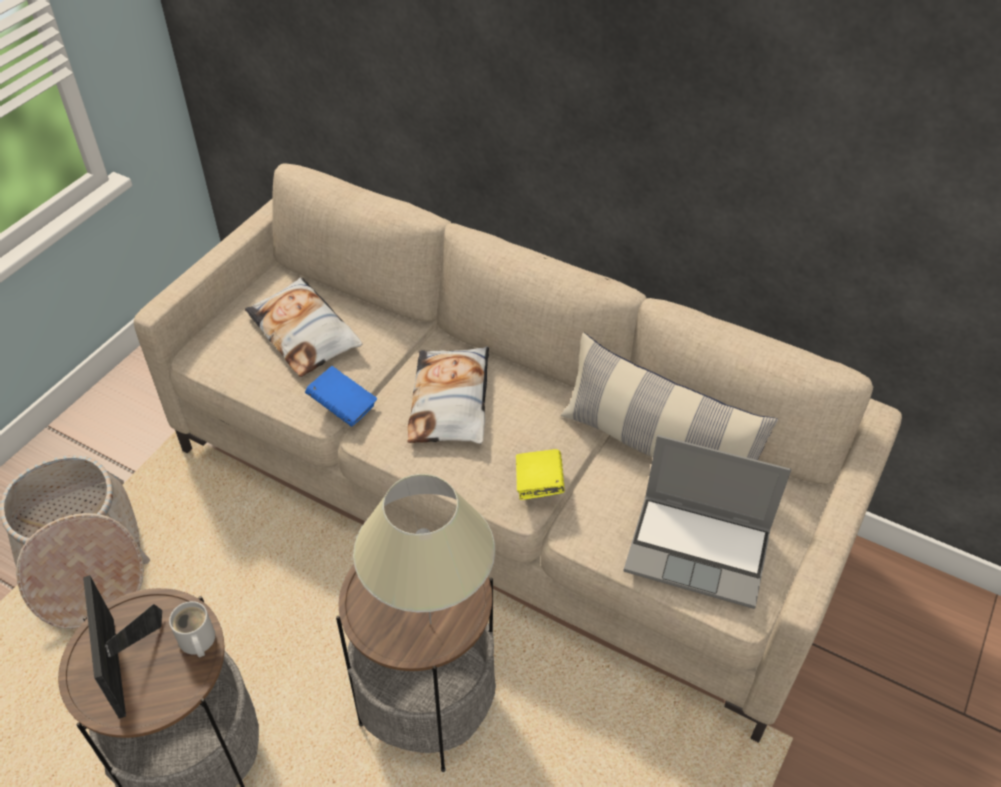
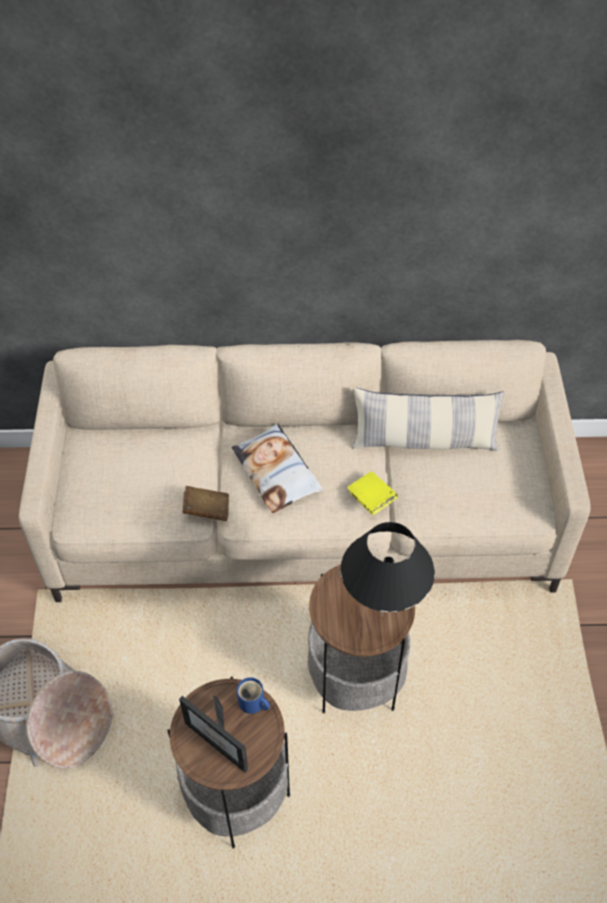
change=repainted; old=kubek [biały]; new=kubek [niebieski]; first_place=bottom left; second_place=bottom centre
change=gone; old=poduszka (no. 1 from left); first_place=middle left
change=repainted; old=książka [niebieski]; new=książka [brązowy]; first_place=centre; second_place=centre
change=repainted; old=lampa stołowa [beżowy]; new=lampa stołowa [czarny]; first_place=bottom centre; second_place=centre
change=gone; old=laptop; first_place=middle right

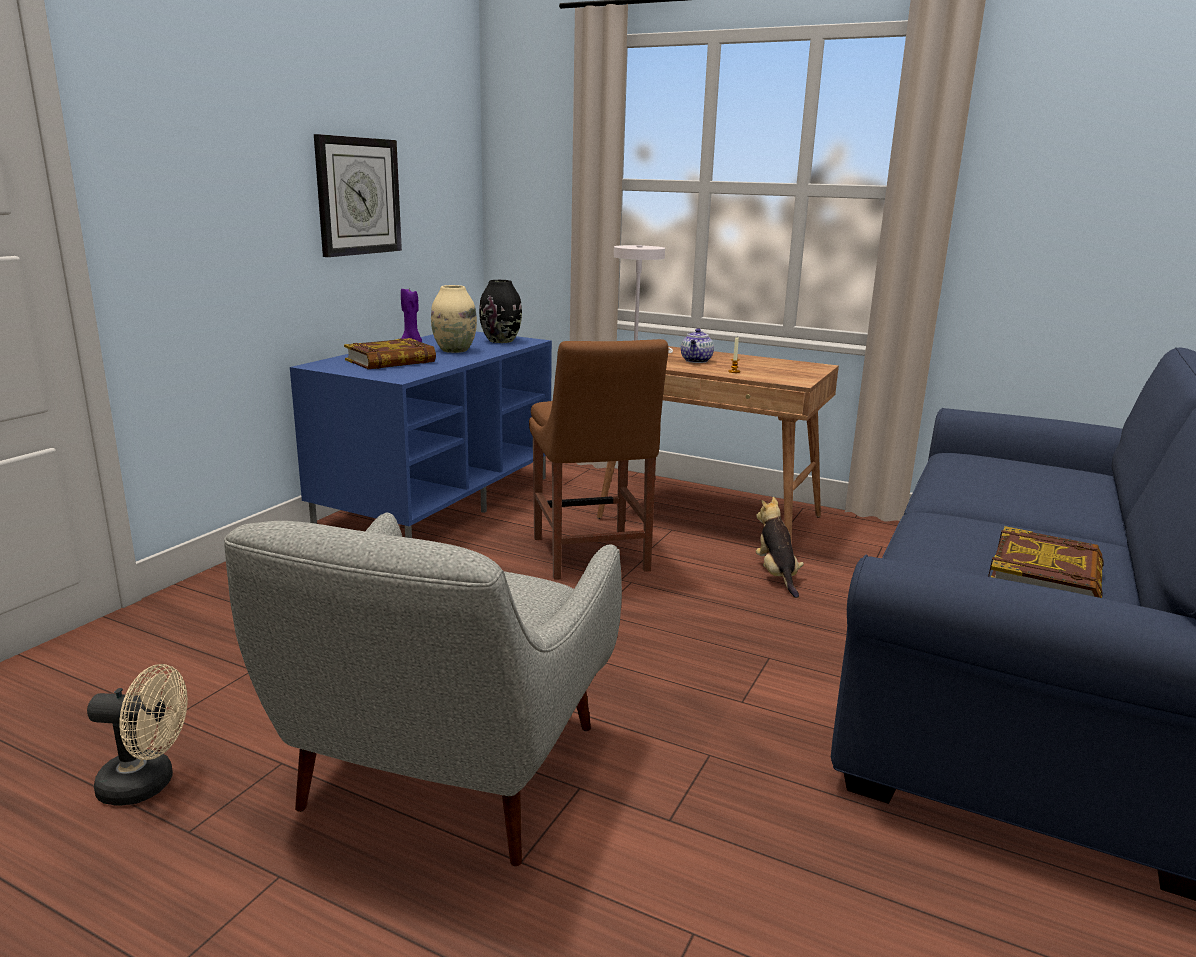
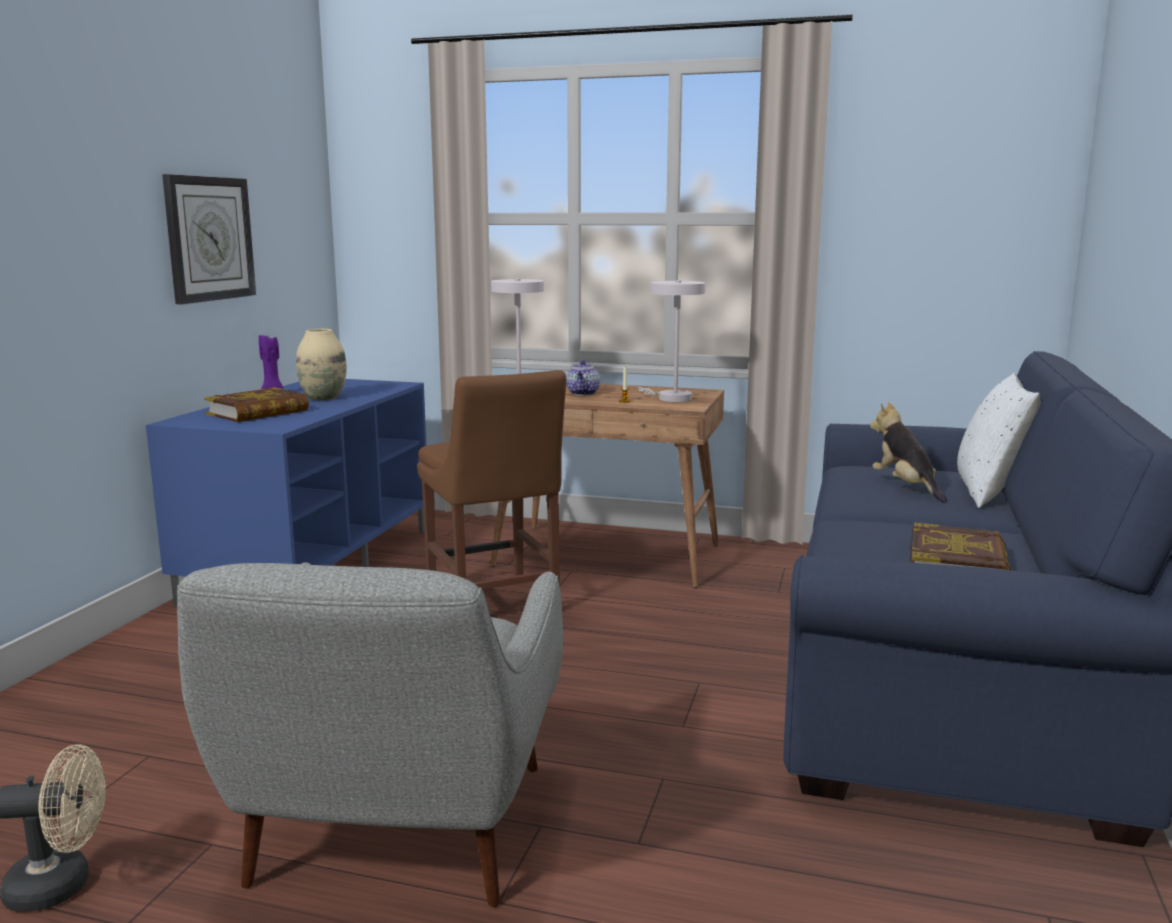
change=gone; old=wazon [czarny]; first_place=top centre
change=shifted; old=pluszak; first_place=centre; second_place=middle right
change=new; new=lampa stołowa [biały] (no. 2 from left); second_place=centre
change=new; new=poduszka [biały]; second_place=middle right

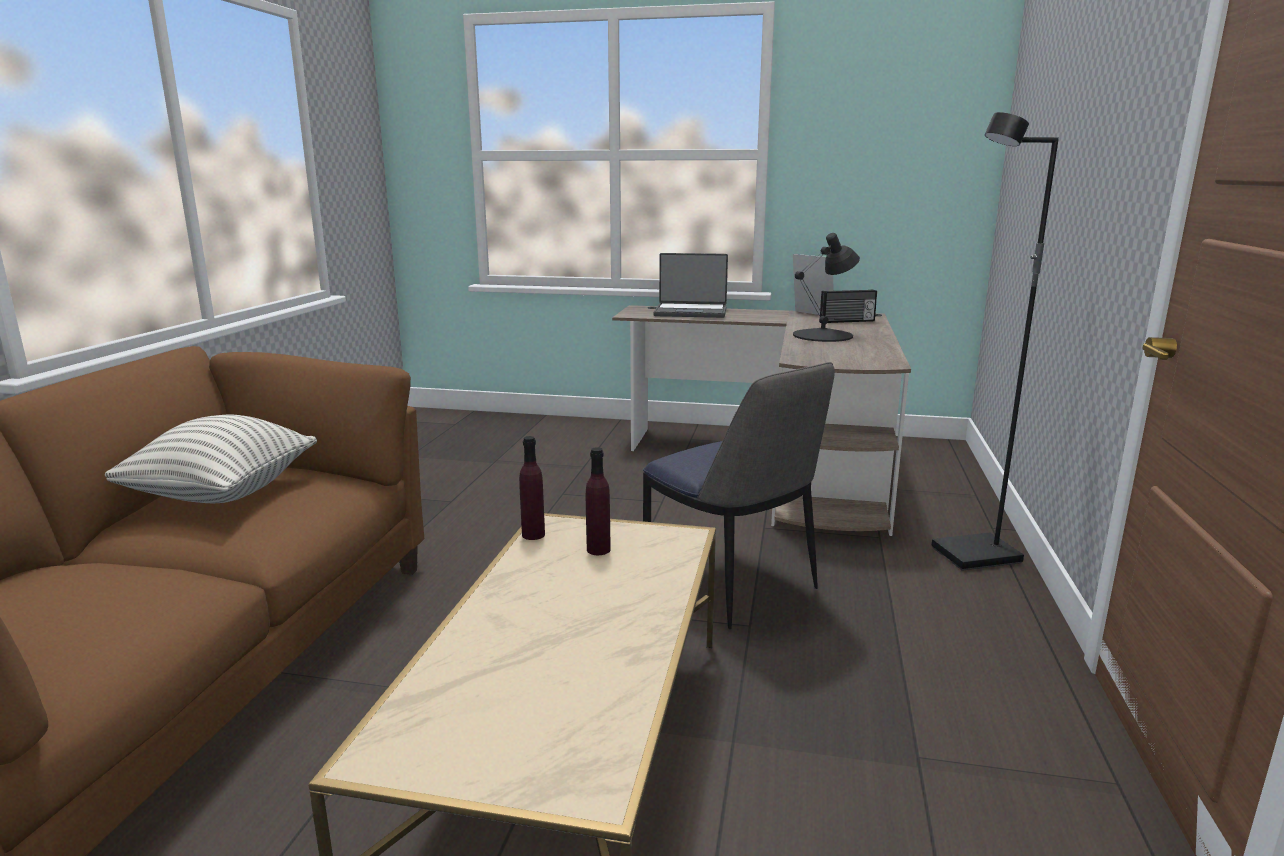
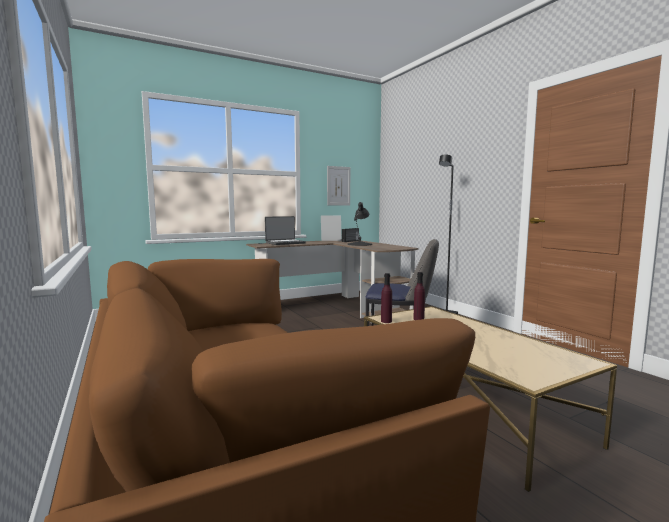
change=gone; old=poduszka; first_place=middle left
change=new; new=obraz; second_place=centre

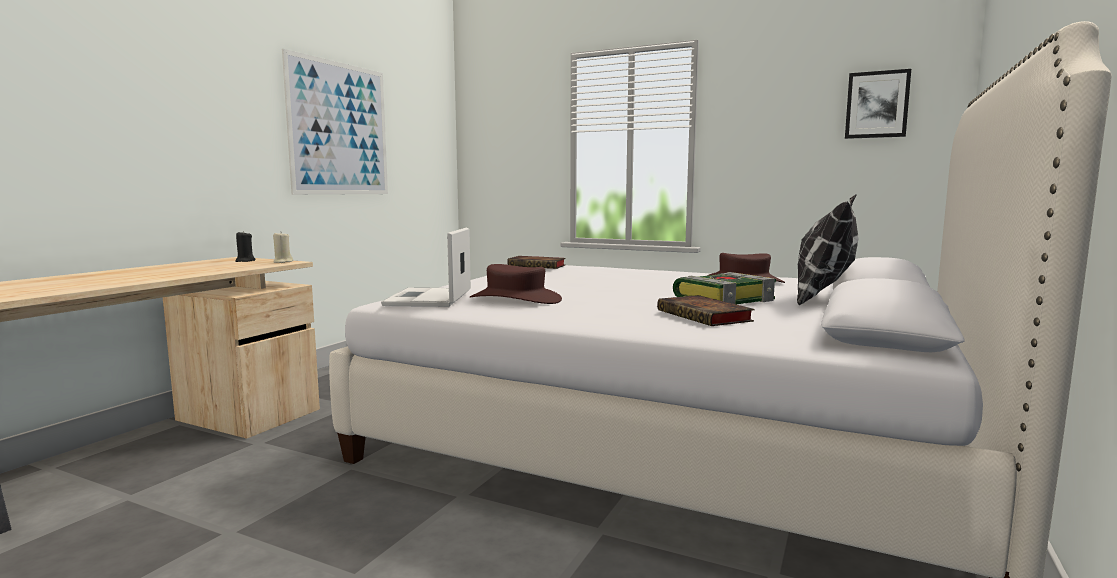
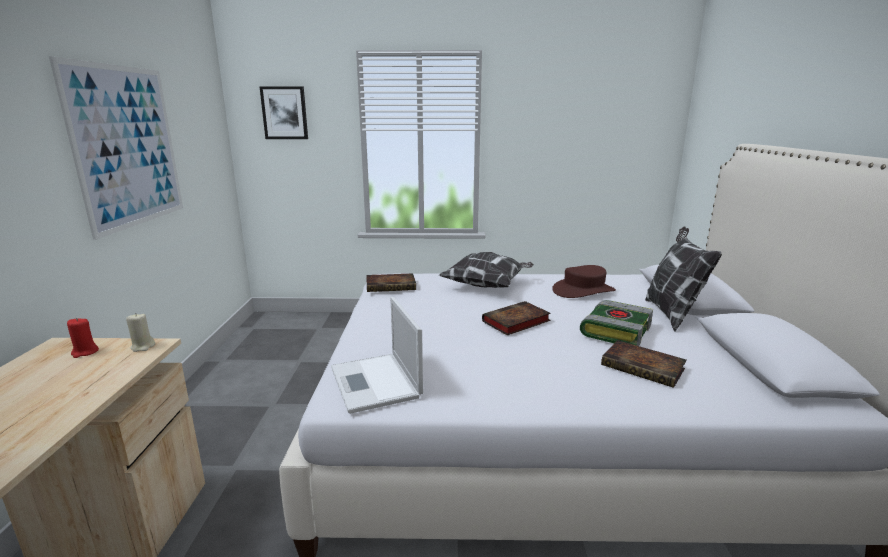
change=repainted; old=świeca [czarny]; new=świeca [czerwony]; first_place=middle left; second_place=middle left
change=gone; old=kapelusz [brązowy] (no. 1 from left); first_place=centre
change=shifted; old=obraz (no. 2 from left); first_place=top right; second_place=top left
change=new; new=poduszka (no. 1 from left); second_place=centre
change=new; new=książka (no. 2 from left); second_place=centre

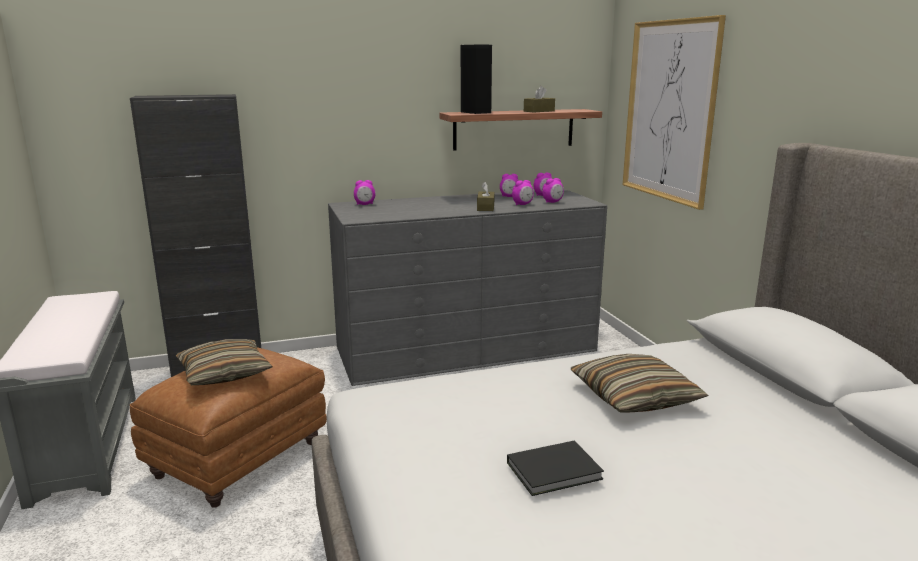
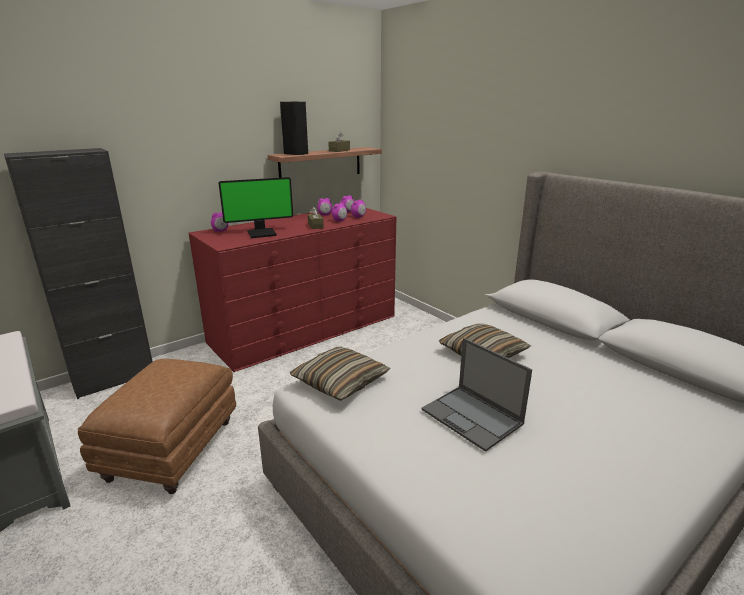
change=shifted; old=poduszka (no. 1 from left); first_place=middle left; second_place=centre
change=repainted; old=komoda [szary]; new=komoda [czerwony]; first_place=centre; second_place=centre
change=swapped; old=książka [czarny]; new=laptop; first_place=bottom centre; second_place=centre
change=gone; old=obraz; first_place=top right
change=new; new=monitor; second_place=centre

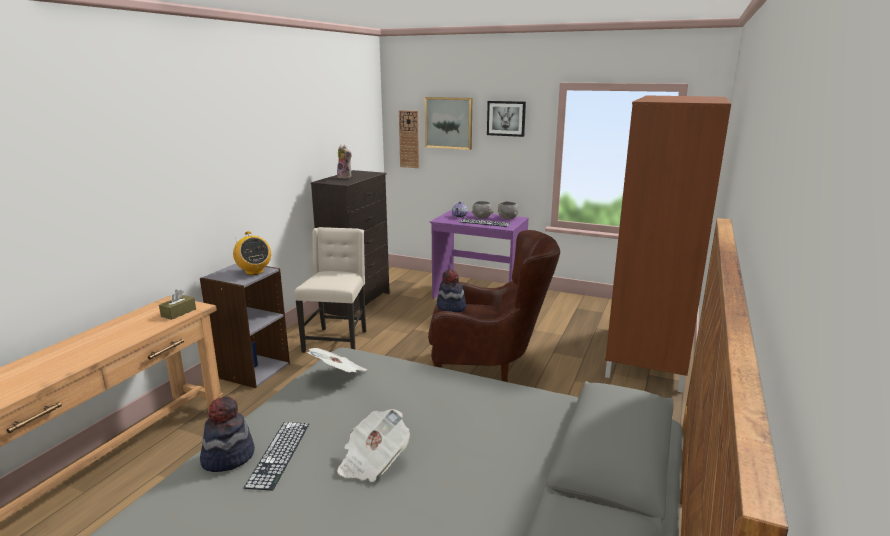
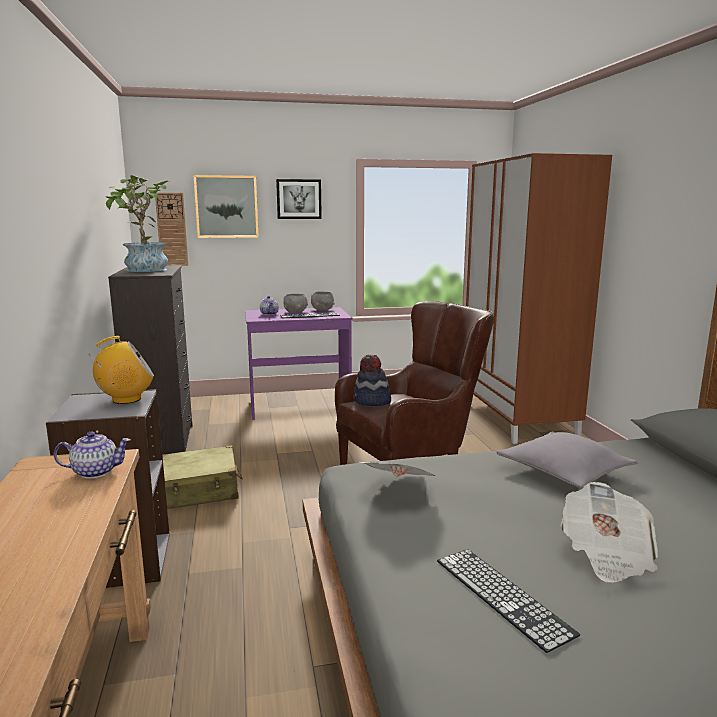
change=swapped; old=pudełko chusteczek [brązowy]; new=imbryk (no. 1 from left); first_place=middle left; second_place=middle left
change=gone; old=kapelusz (no. 1 from left); first_place=bottom left
change=rotated; old=radio; first_place=middle left; second_place=middle left; degrees=-45
change=swapped; old=krzesło [beżowy]; new=walizka [beżowy]; first_place=centre; second_place=middle left
change=swapped; old=pluszak; new=roślina doniczkowa; first_place=top centre; second_place=top left
change=new; new=poduszka [szary]; second_place=middle right

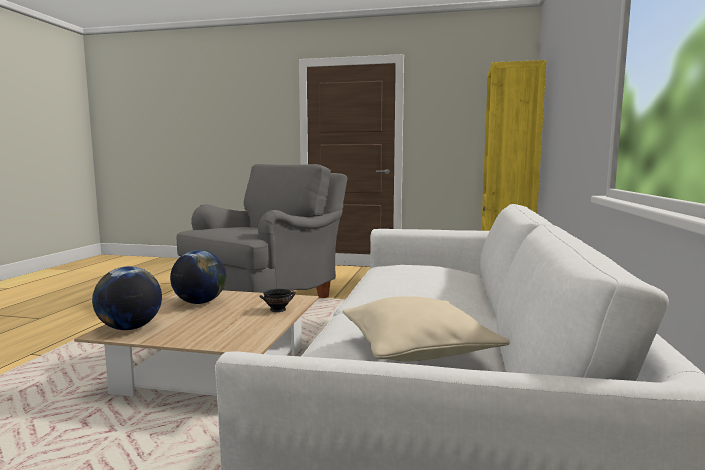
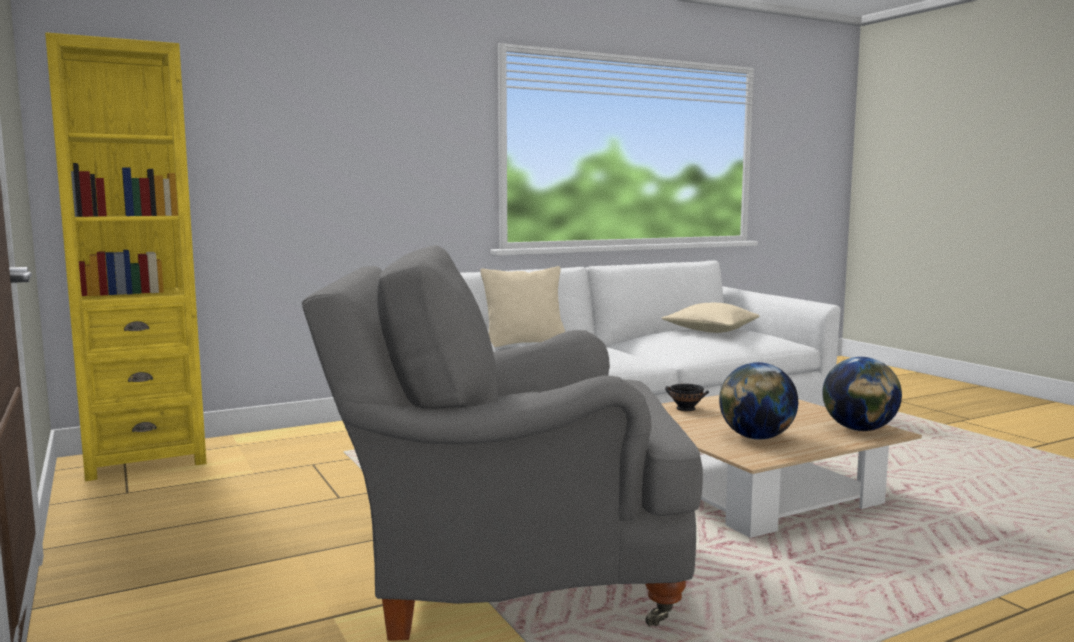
change=new; new=poduszka [beżowy] (no. 1 from left); second_place=centre

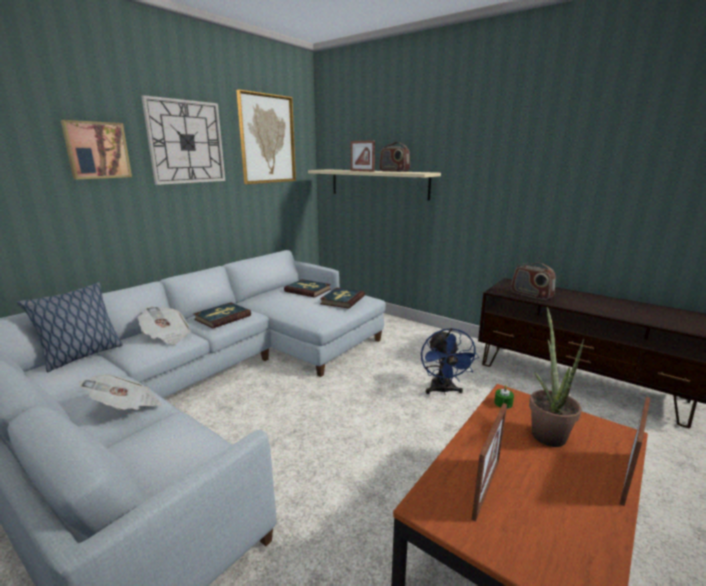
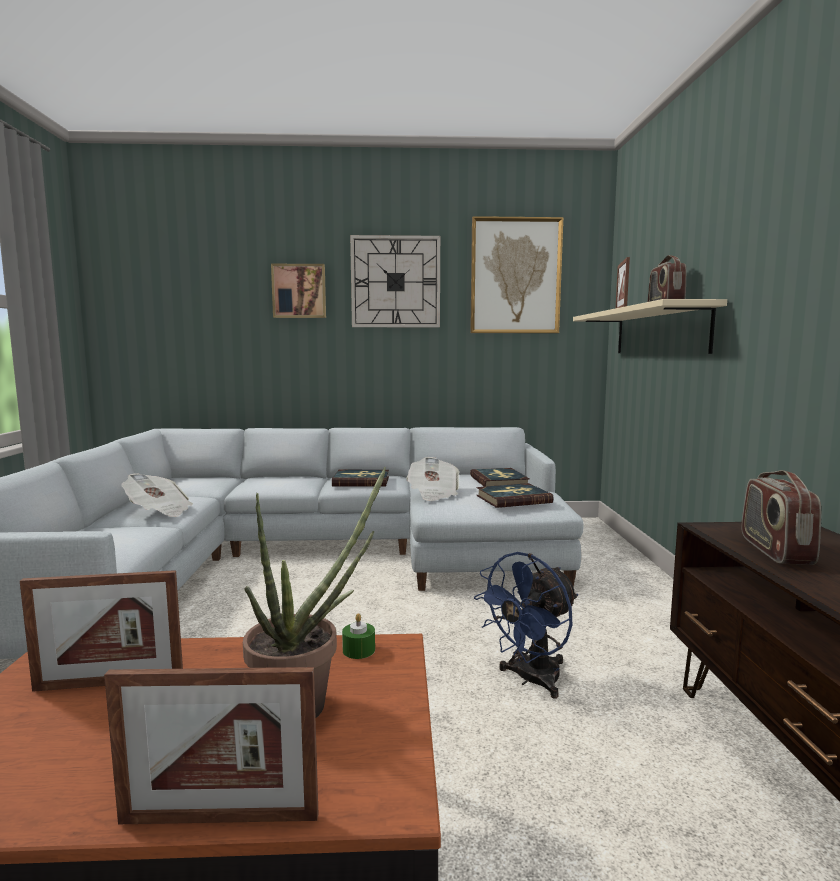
change=gone; old=poduszka; first_place=middle left
change=shifted; old=gazeta (no. 2 from left); first_place=middle left; second_place=centre

